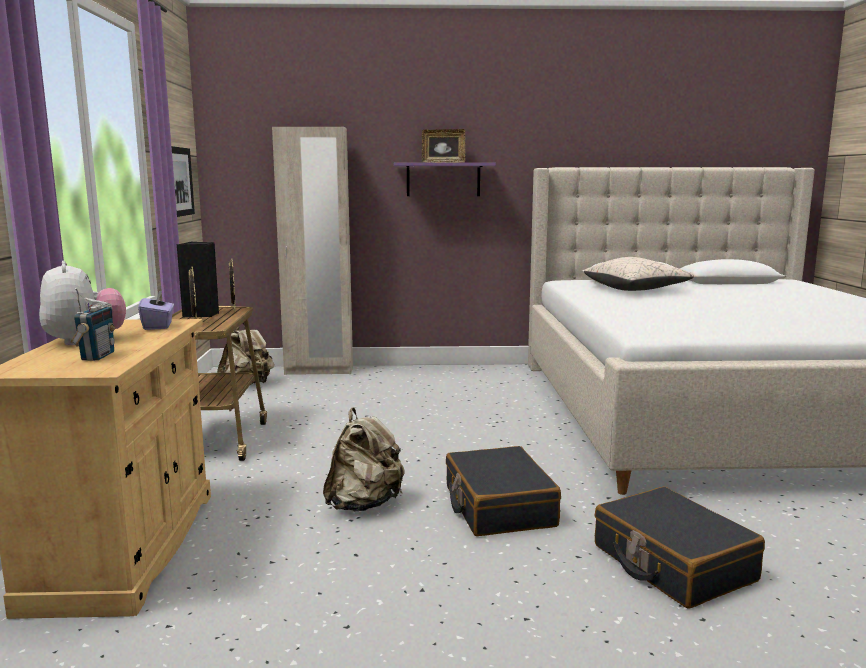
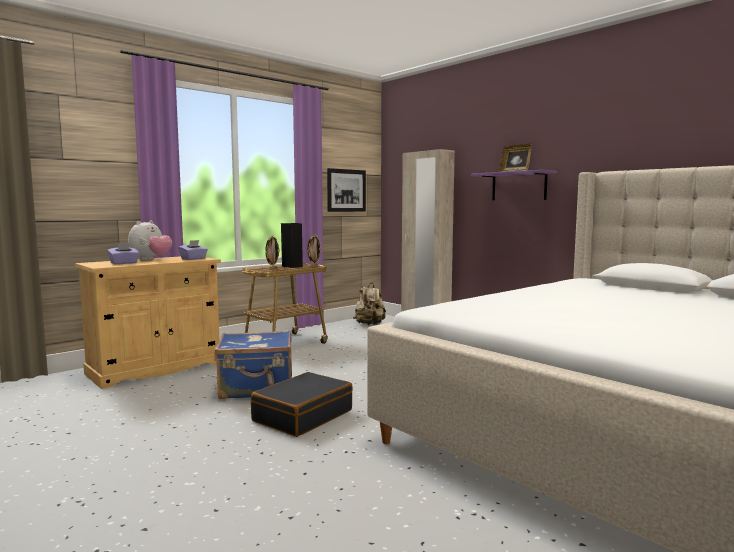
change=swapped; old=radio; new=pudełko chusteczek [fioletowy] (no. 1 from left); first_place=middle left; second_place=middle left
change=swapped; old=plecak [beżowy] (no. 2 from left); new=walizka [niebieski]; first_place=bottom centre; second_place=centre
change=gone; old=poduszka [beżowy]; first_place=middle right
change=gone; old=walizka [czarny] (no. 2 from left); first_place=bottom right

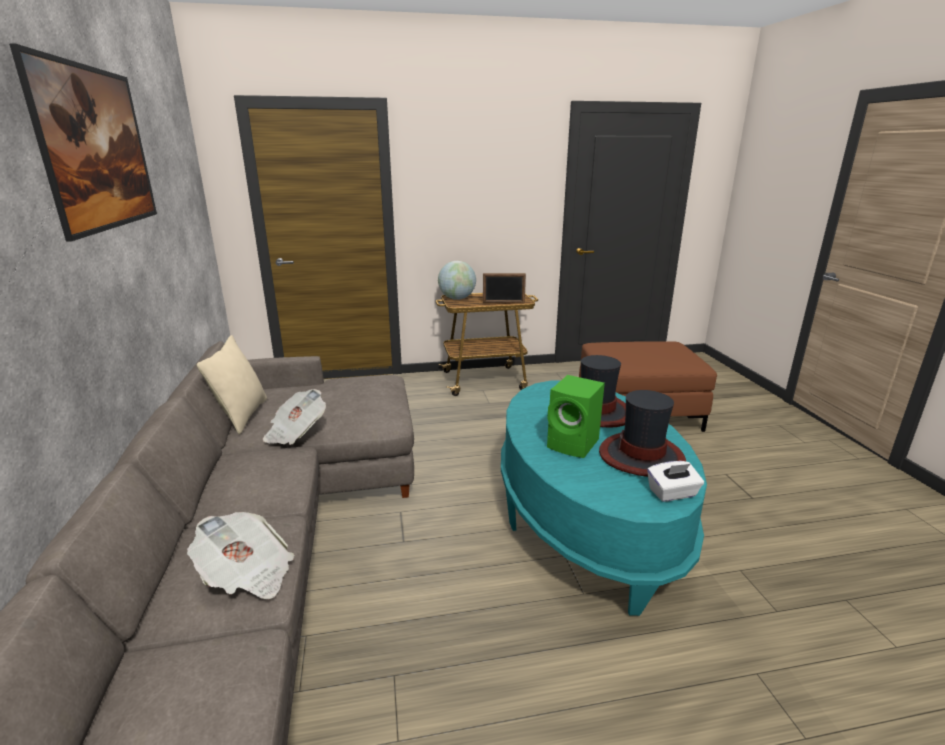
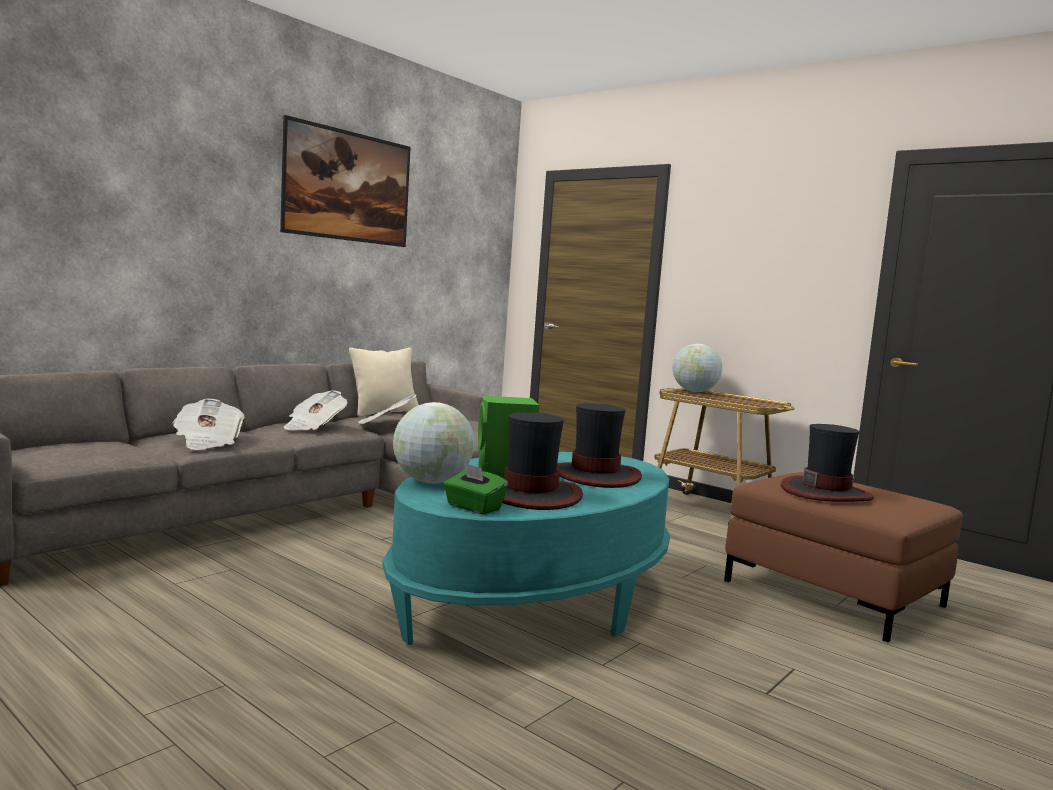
change=gone; old=ramka na zdjęcie; first_place=centre
change=repainted; old=pudełko chusteczek [biały]; new=pudełko chusteczek [zielony]; first_place=middle right; second_place=centre
change=new; new=gazeta (no. 2 from left); second_place=middle left
change=new; new=globus (no. 1 from left); second_place=centre
change=new; new=kapelusz (no. 3 from left); second_place=middle right

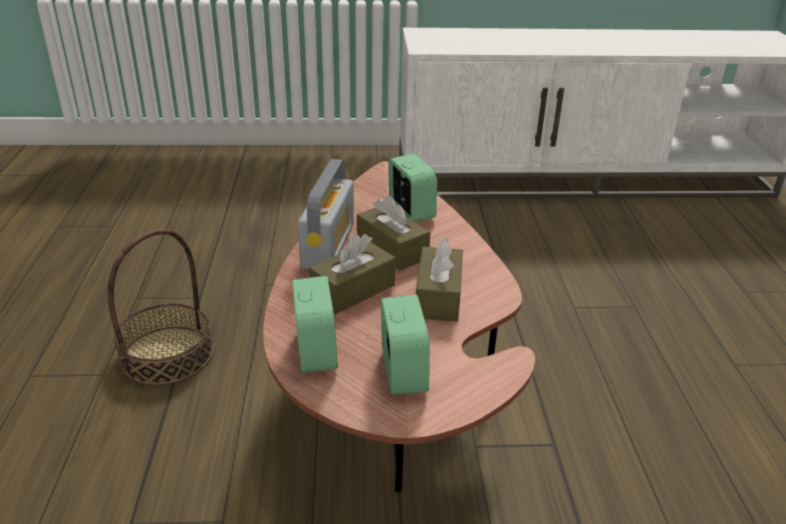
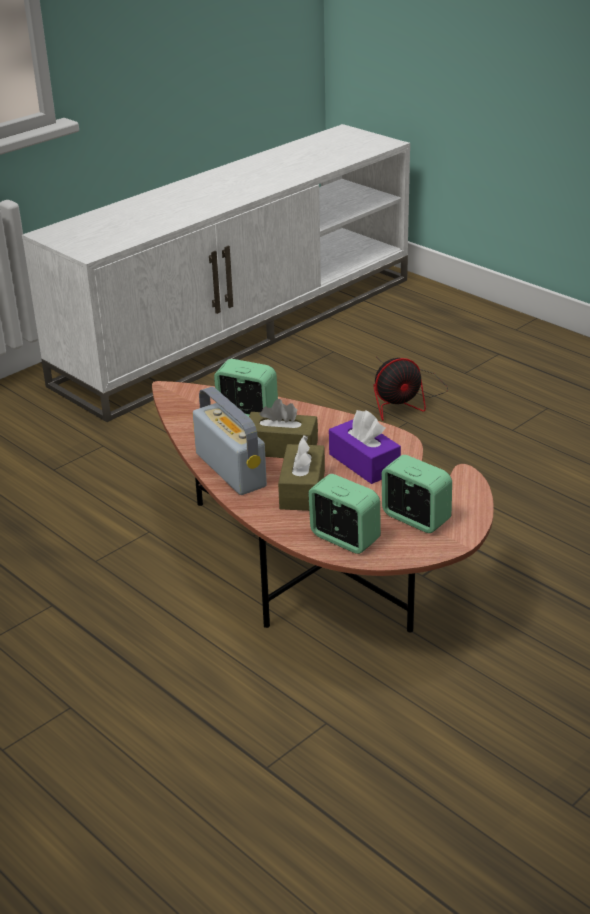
change=gone; old=koszyk; first_place=middle left
change=repainted; old=pudełko chusteczek [brązowy] (no. 3 from left); new=pudełko chusteczek [fioletowy]; first_place=centre; second_place=centre
change=new; new=wentylator; second_place=middle right

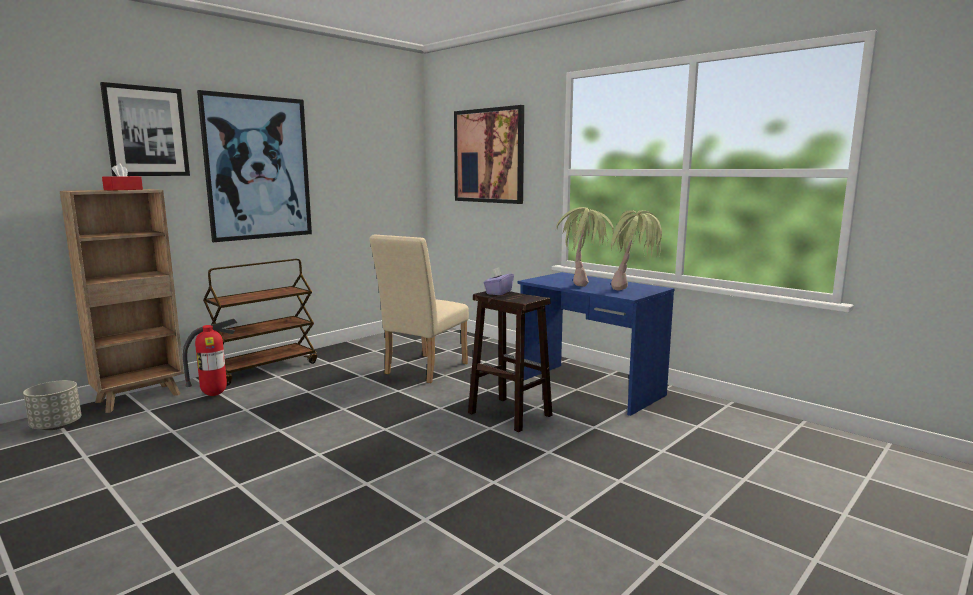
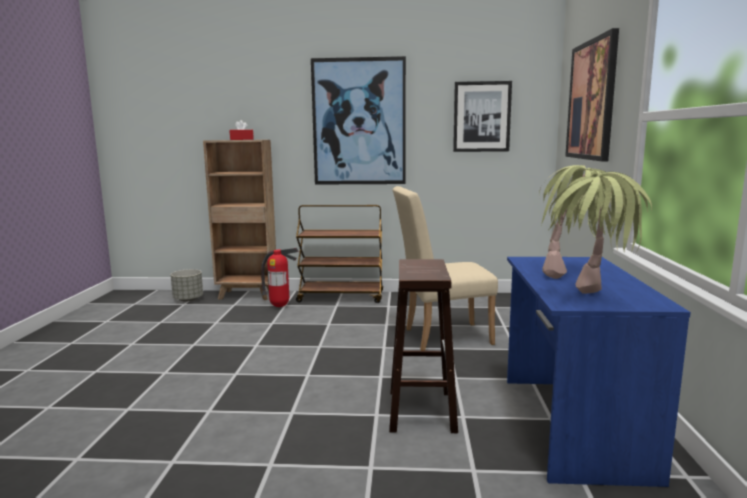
change=shifted; old=obraz (no. 1 from left in the first image); new=obraz (no. 2 from left); first_place=top left; second_place=top centre
change=gone; old=pudełko chusteczek [fioletowy]; first_place=centre

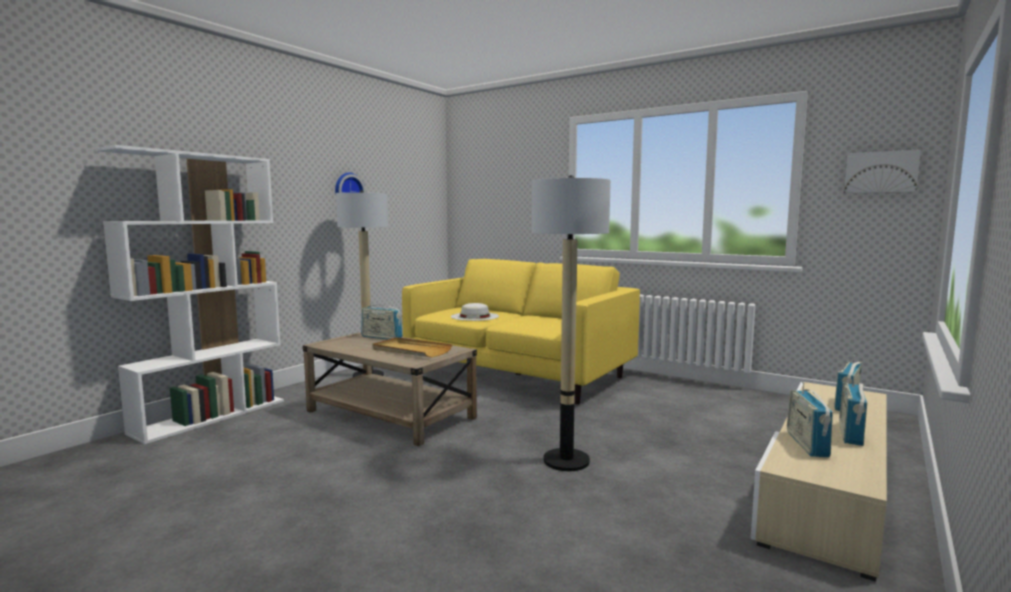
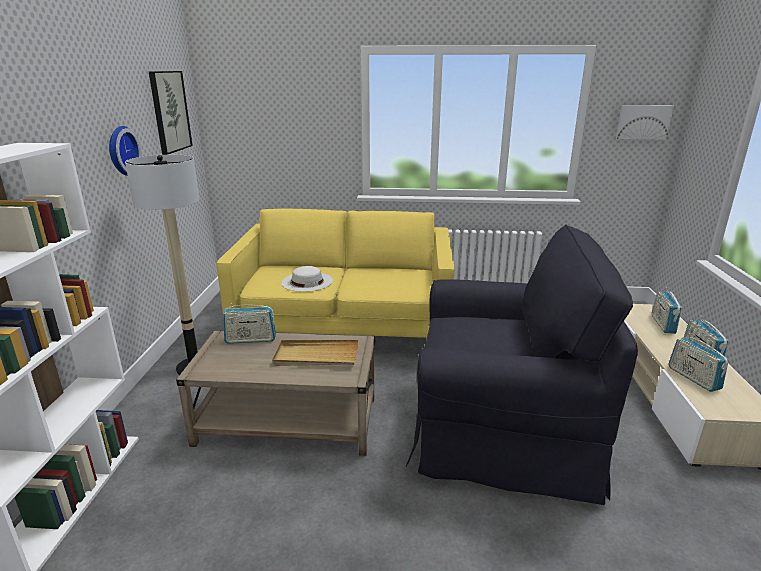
change=swapped; old=lampa stojąca (no. 2 from left); new=fotel [czarny]; first_place=centre; second_place=middle right
change=new; new=obraz (no. 1 from left); second_place=top left

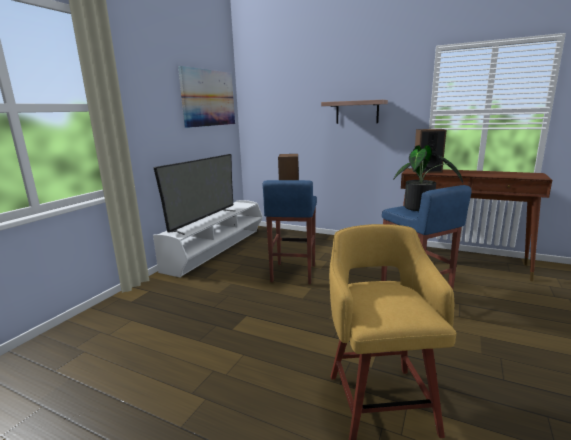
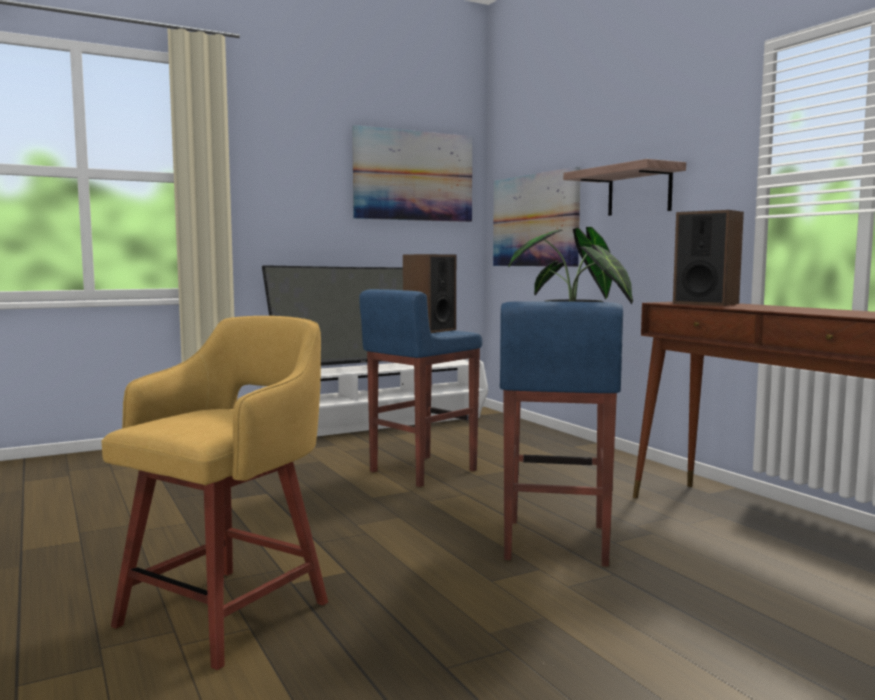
change=new; new=obraz (no. 2 from left); second_place=top centre

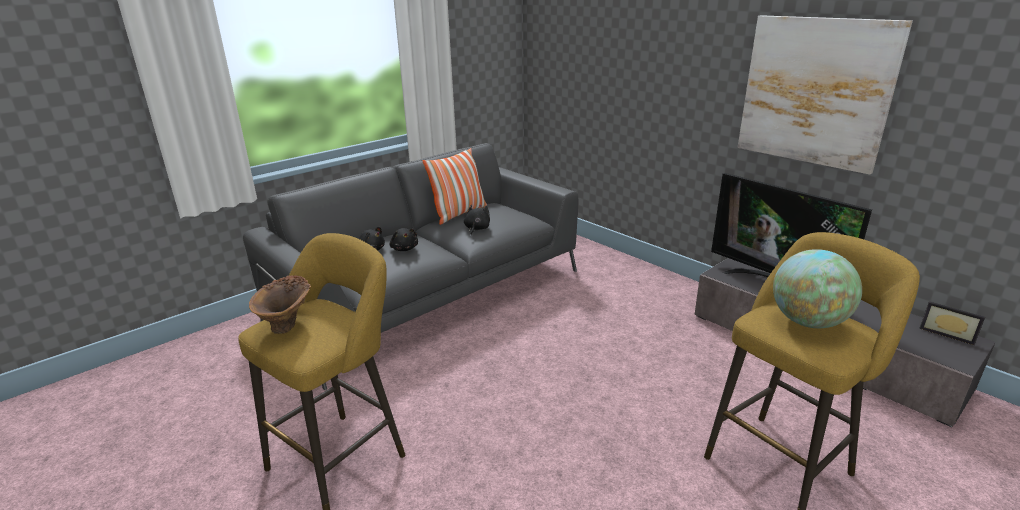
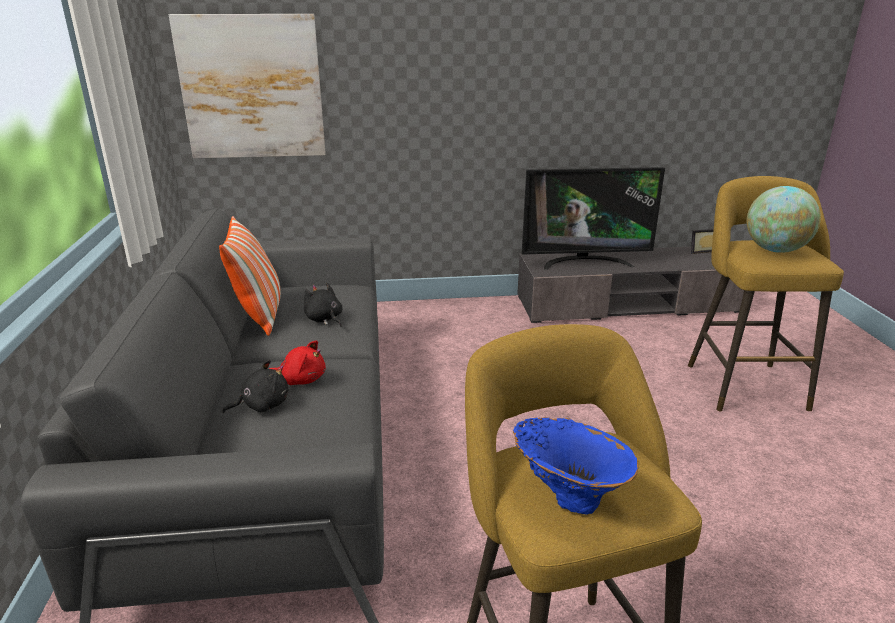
change=repainted; old=wazon [brązowy]; new=wazon [niebieski]; first_place=middle left; second_place=bottom centre
change=repainted; old=pluszak [czarny] (no. 2 from left); new=pluszak [czerwony]; first_place=centre; second_place=middle left
change=shifted; old=obraz; first_place=top right; second_place=top left

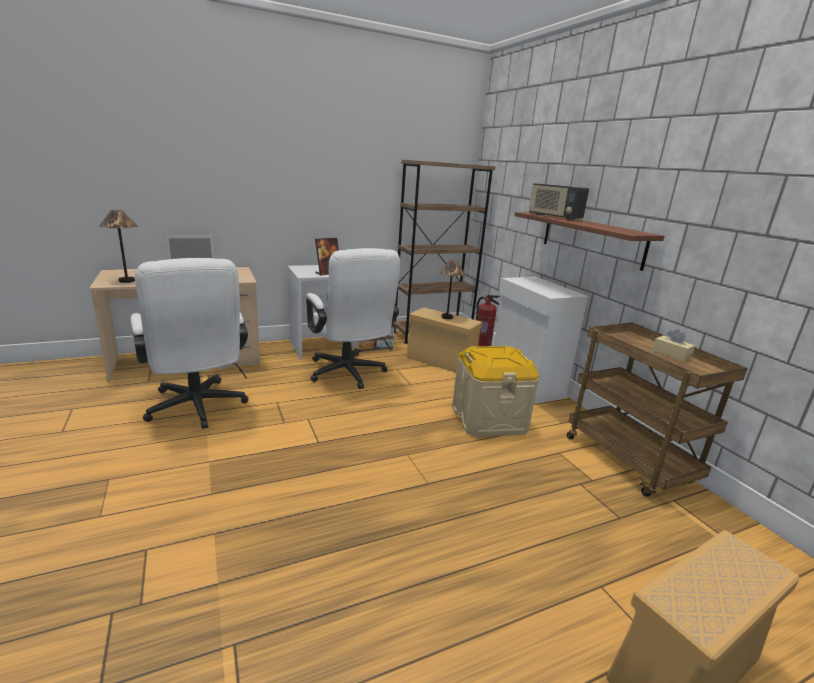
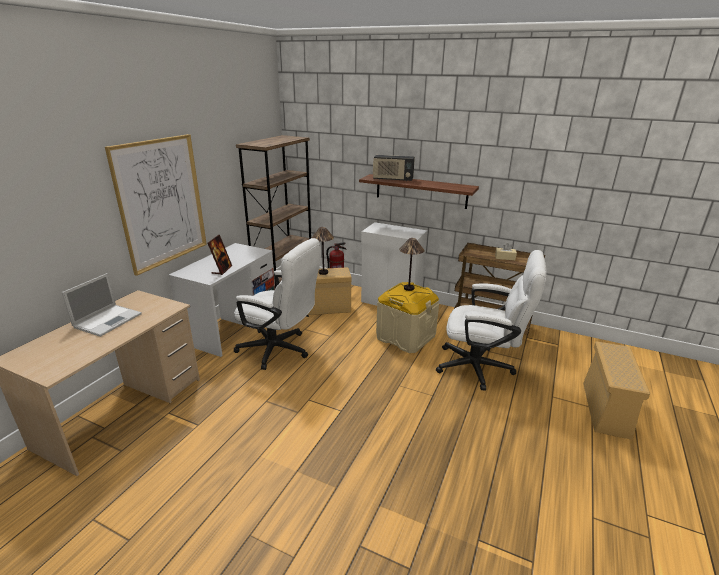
change=shifted; old=lampa stołowa (no. 1 from left in the first image); new=lampa stołowa (no. 2 from left); first_place=middle left; second_place=centre
change=shifted; old=krzesło biurowe [biały] (no. 1 from left in the first image); new=krzesło biurowe [biały] (no. 2 from left); first_place=middle left; second_place=middle right
change=new; new=obraz; second_place=middle left

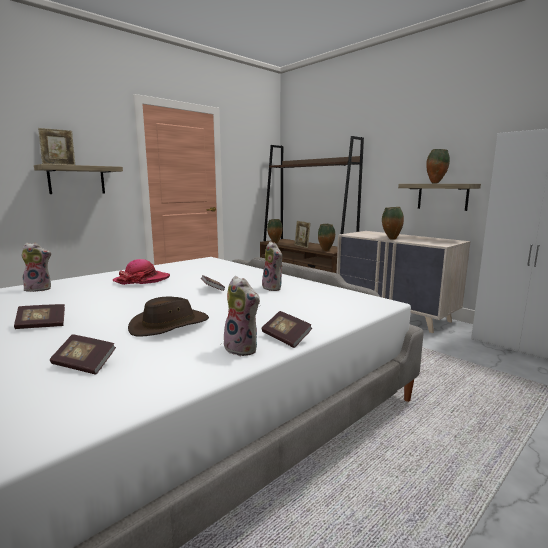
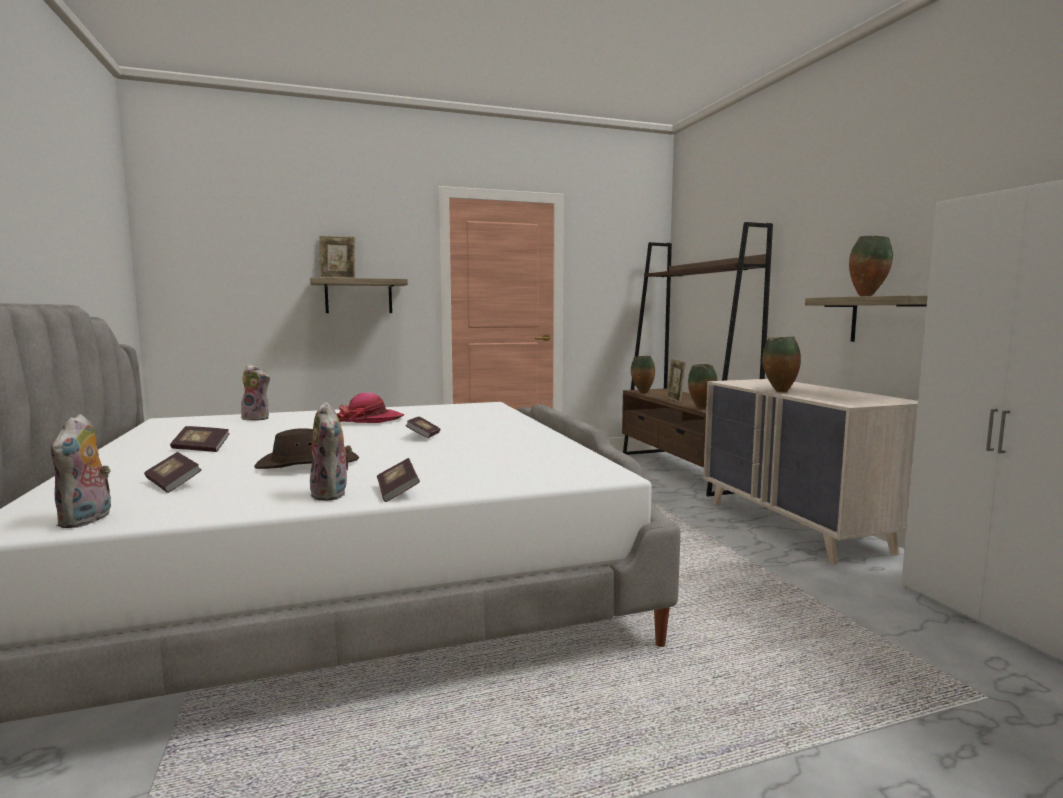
change=shifted; old=pluszak (no. 3 from left in the first image); new=pluszak (no. 1 from left); first_place=centre; second_place=middle left

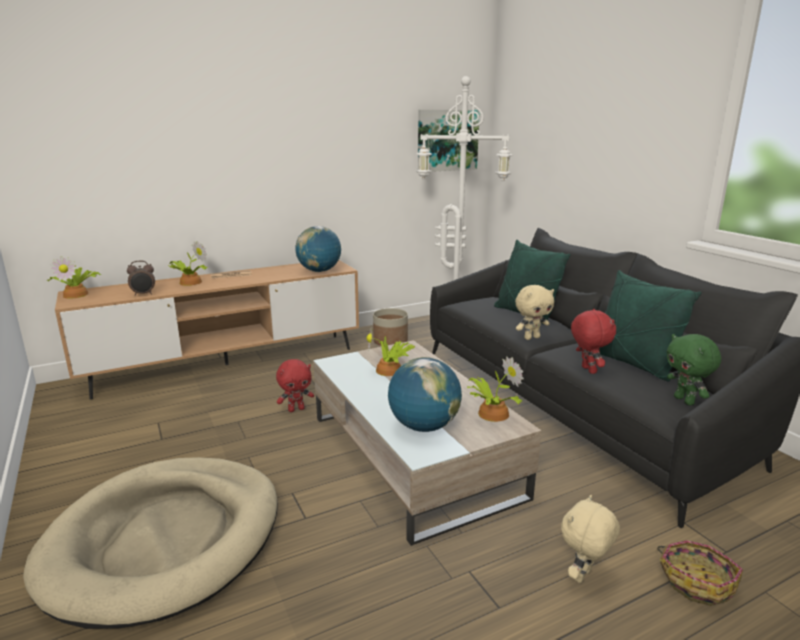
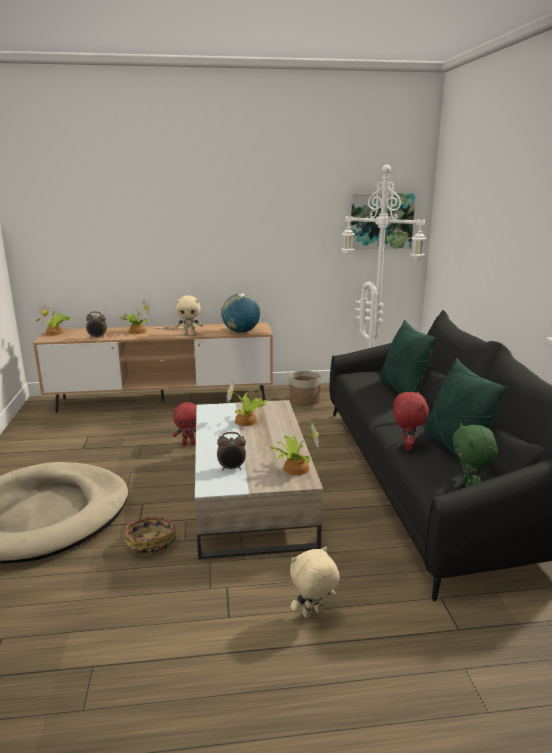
change=swapped; old=globus (no. 2 from left); new=budzik (no. 2 from left); first_place=centre; second_place=centre
change=shifted; old=pluszak [beżowy] (no. 1 from left); first_place=middle right; second_place=centre
change=shifted; old=koszyk; first_place=bottom right; second_place=bottom left

